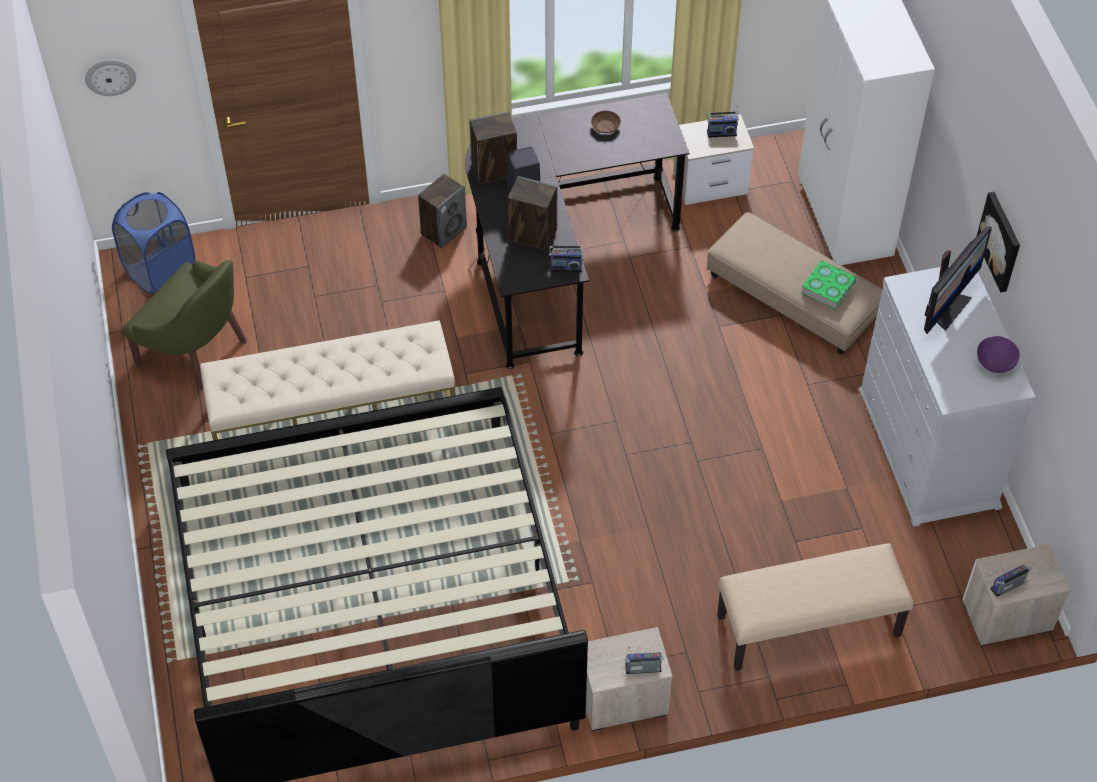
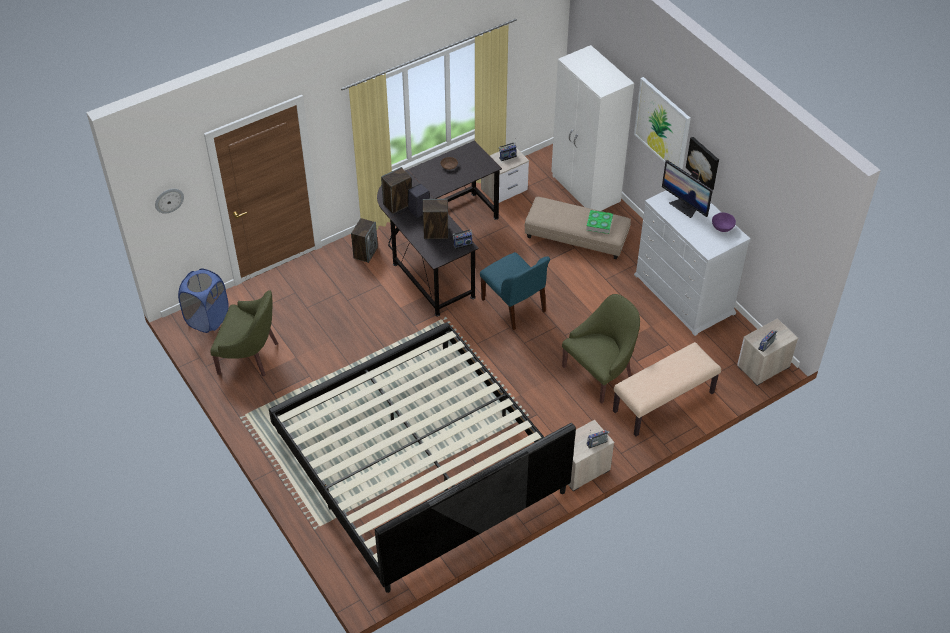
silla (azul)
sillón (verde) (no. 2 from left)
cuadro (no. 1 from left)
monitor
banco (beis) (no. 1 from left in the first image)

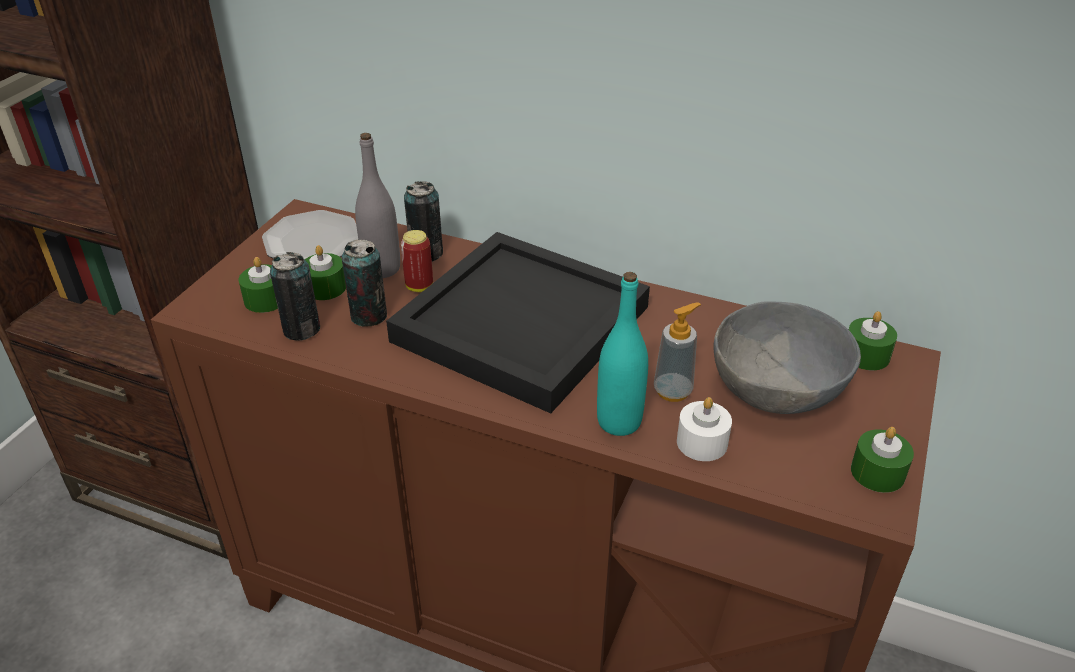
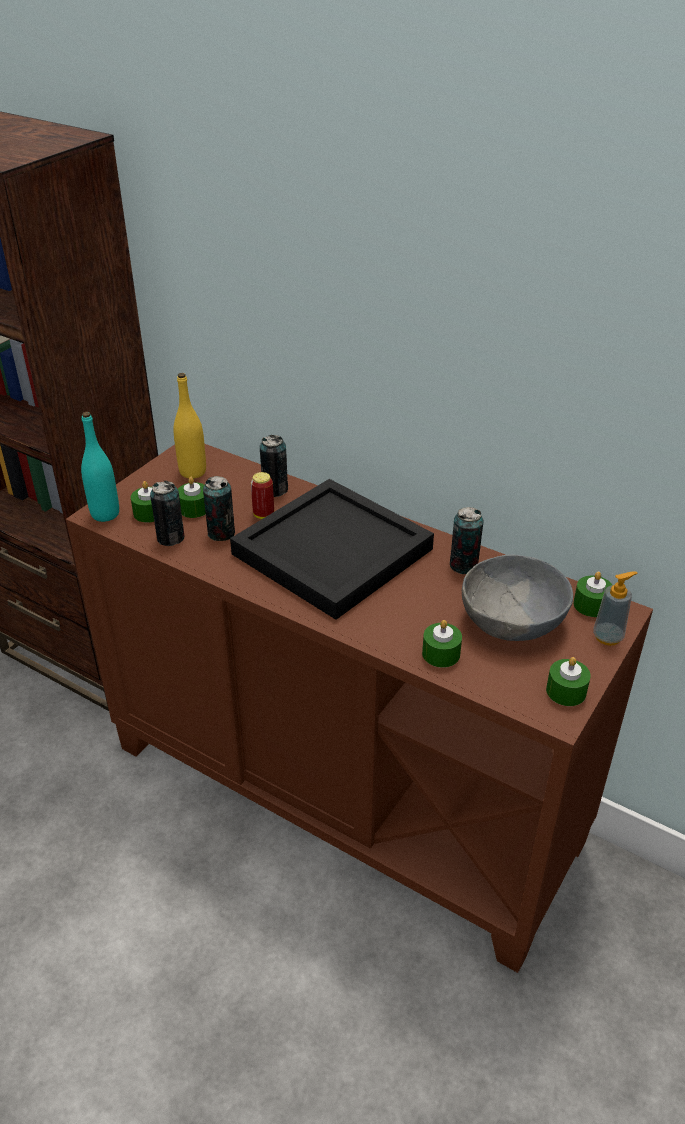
botella (turquesa)
botella (amarillo)
vela (verde) (no. 3 from left)
lata (no. 5 from left)
dispensador de jabón
botella (gris)

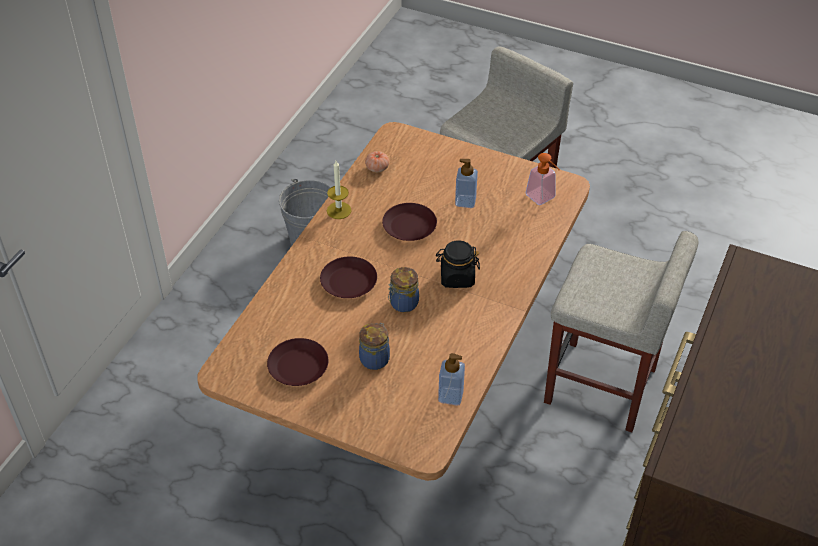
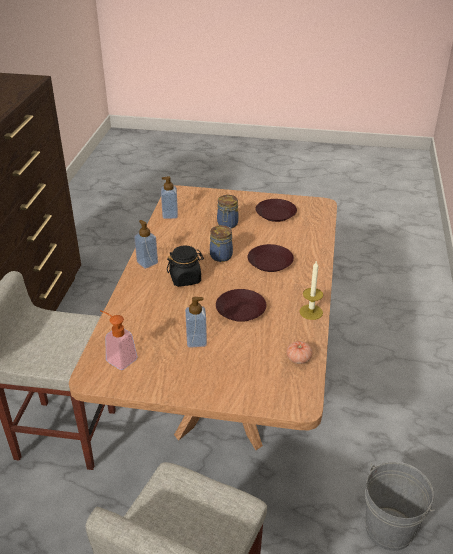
dispensador de jabón (no. 2 from left)

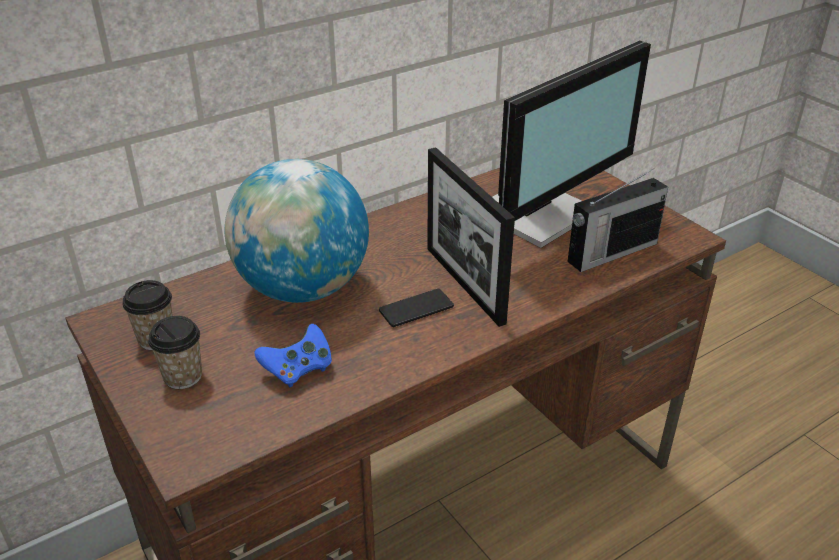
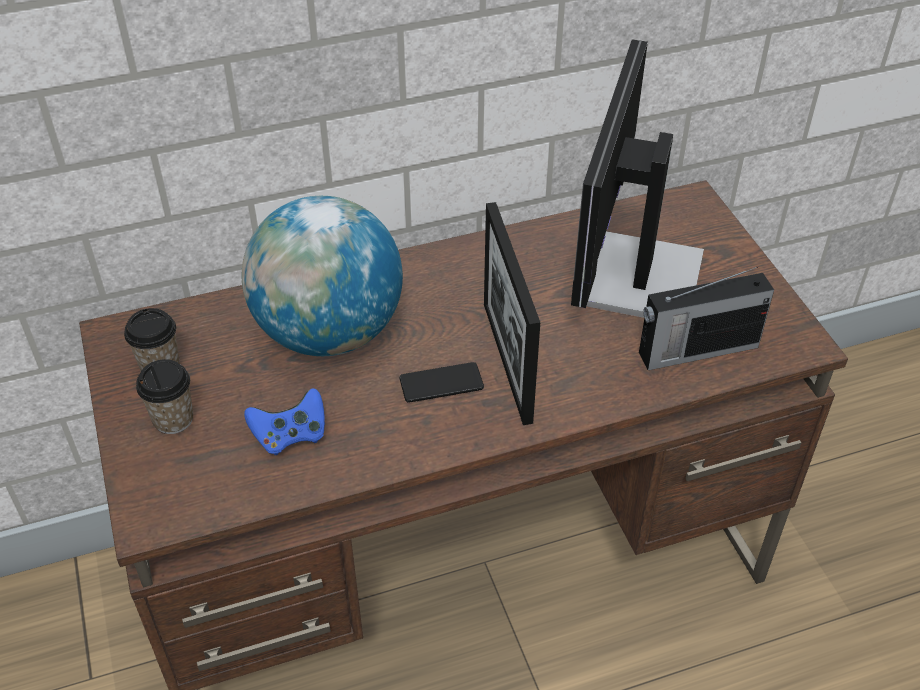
monitor

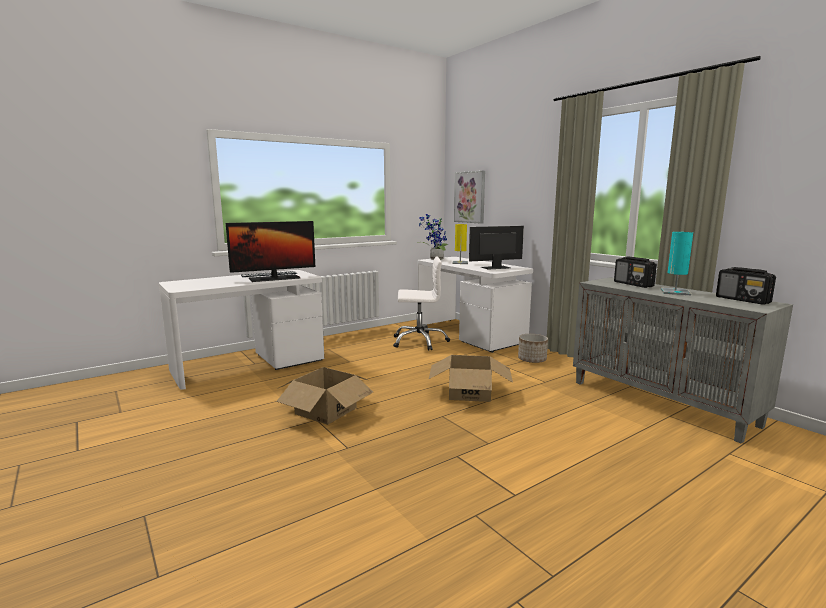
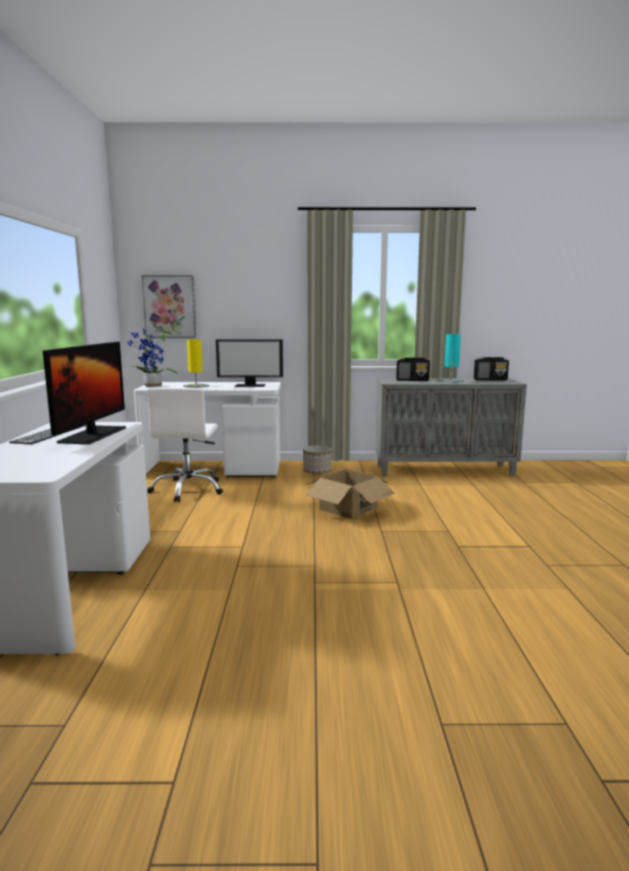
silla de oficina (blanco)
monitor (no. 2 from left)
caja de cartón (no. 1 from left in the first image)

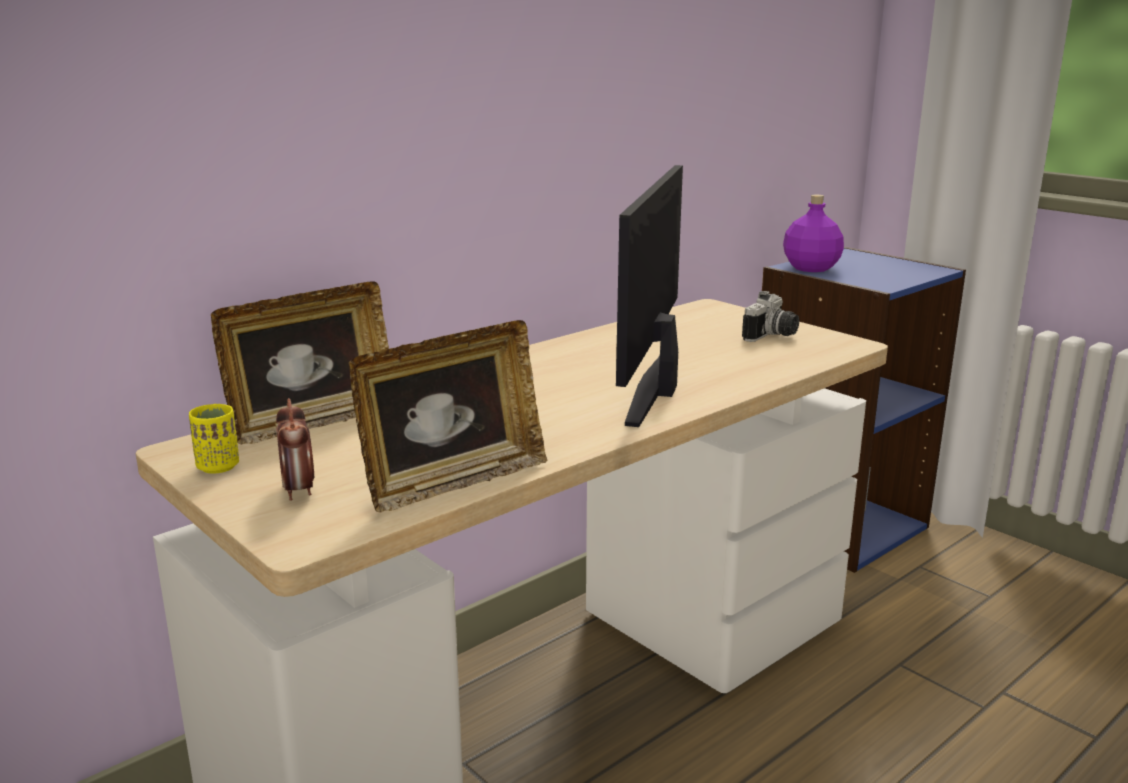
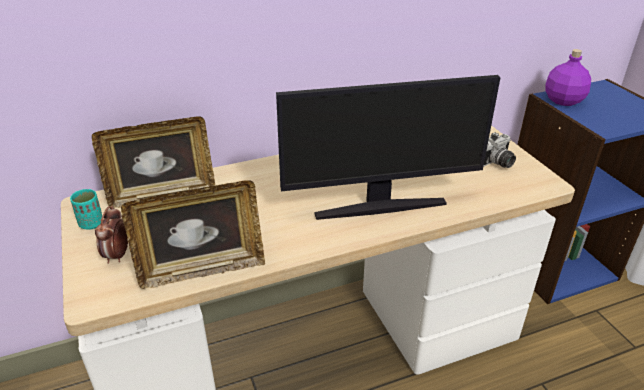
taza (turquesa)
monitor

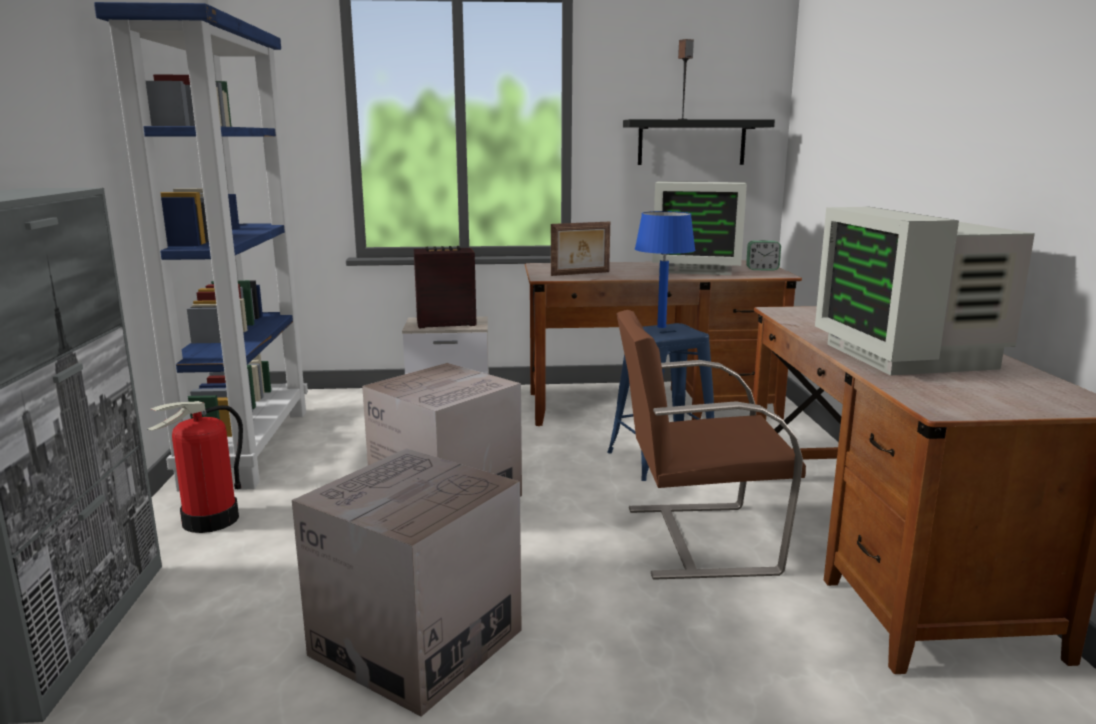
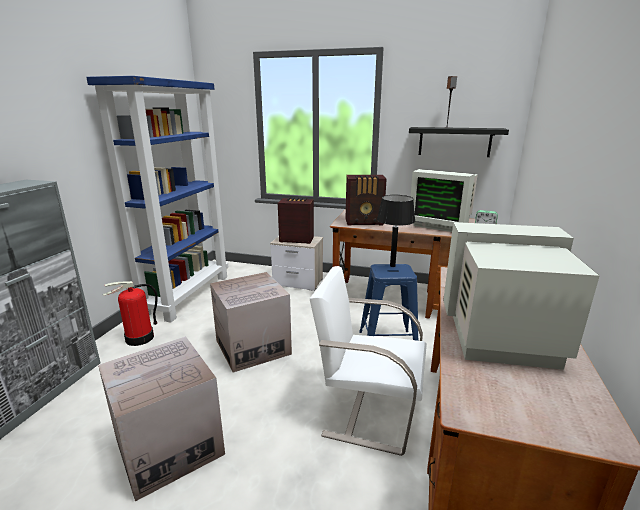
silla (blanco)
radio (no. 2 from left)
lámpara de mesa (negro)
monitor (no. 2 from left)

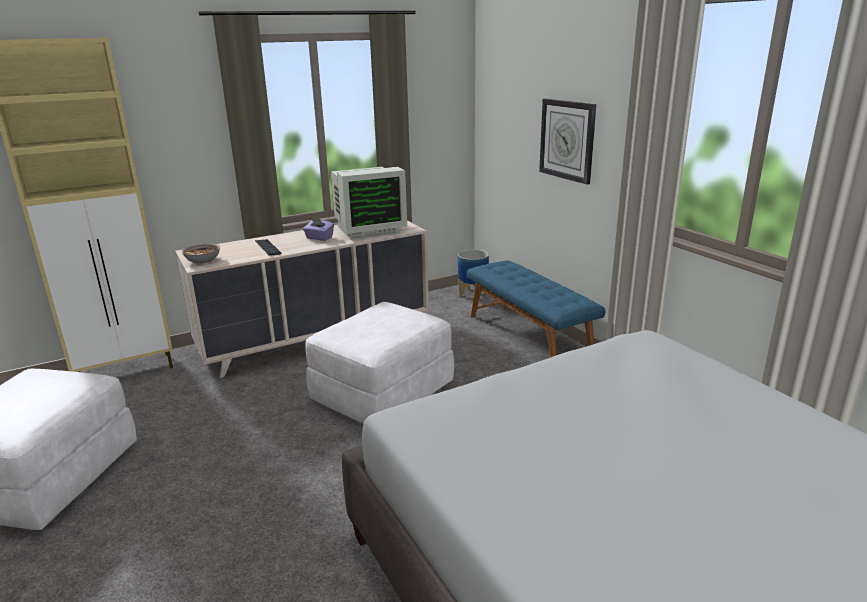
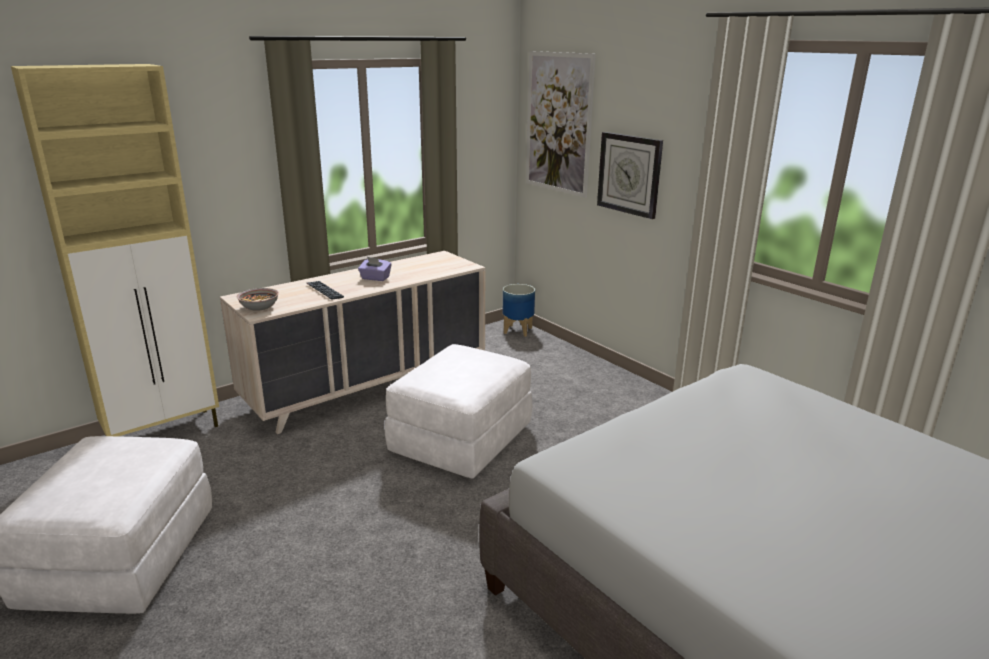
cuadro
monitor
banco (azul)

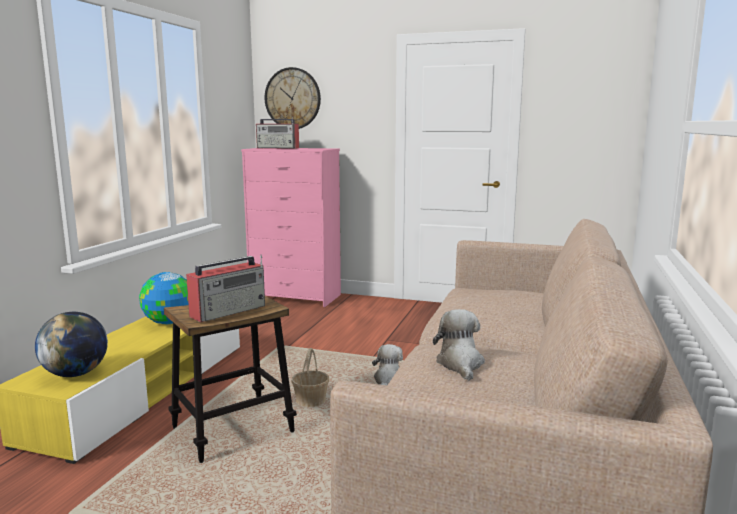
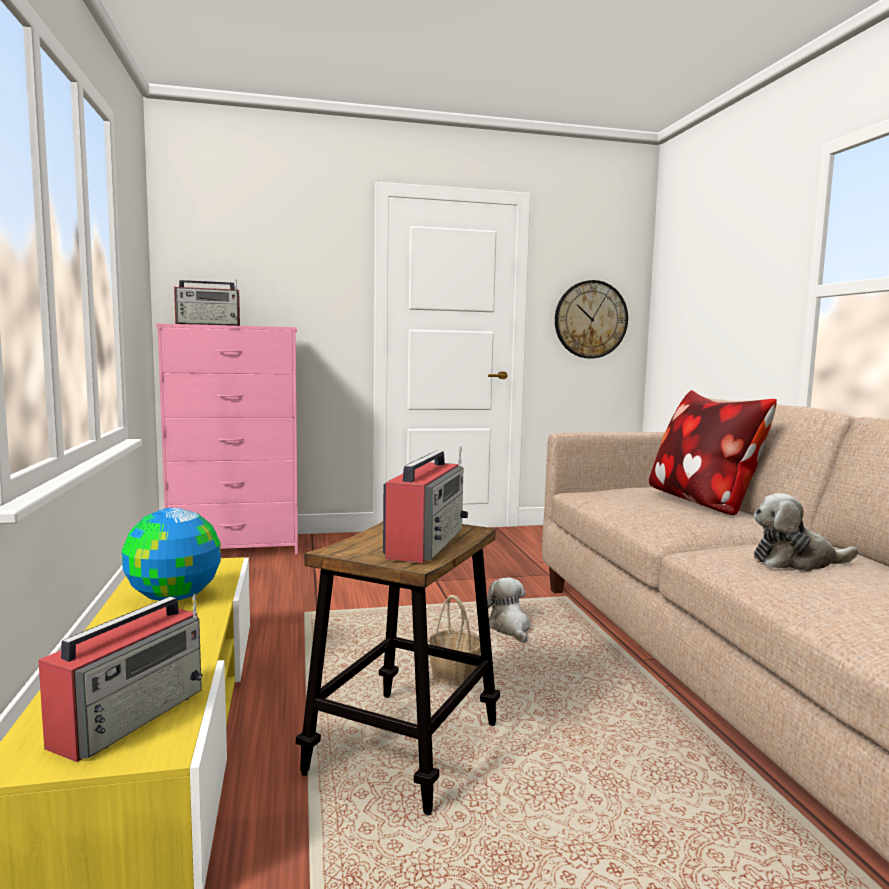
radio (no. 1 from left)
reloj de pared
cojín
peluche (no. 2 from left)

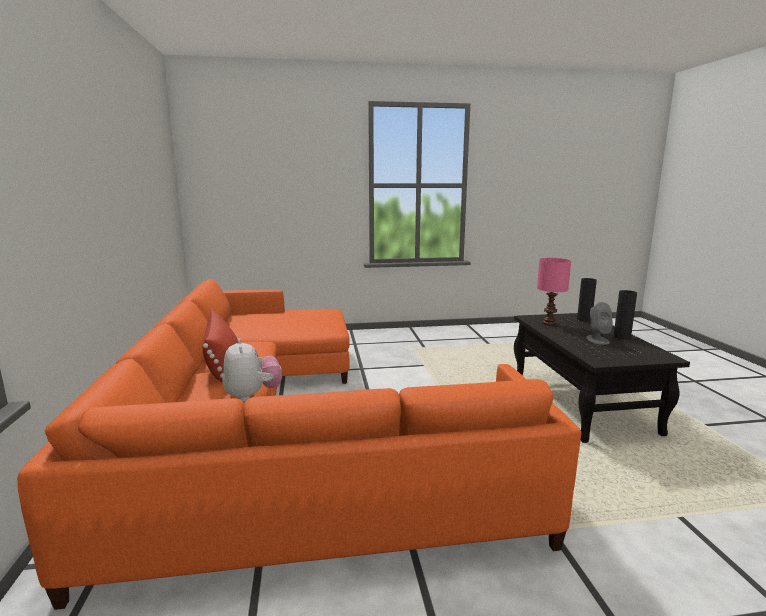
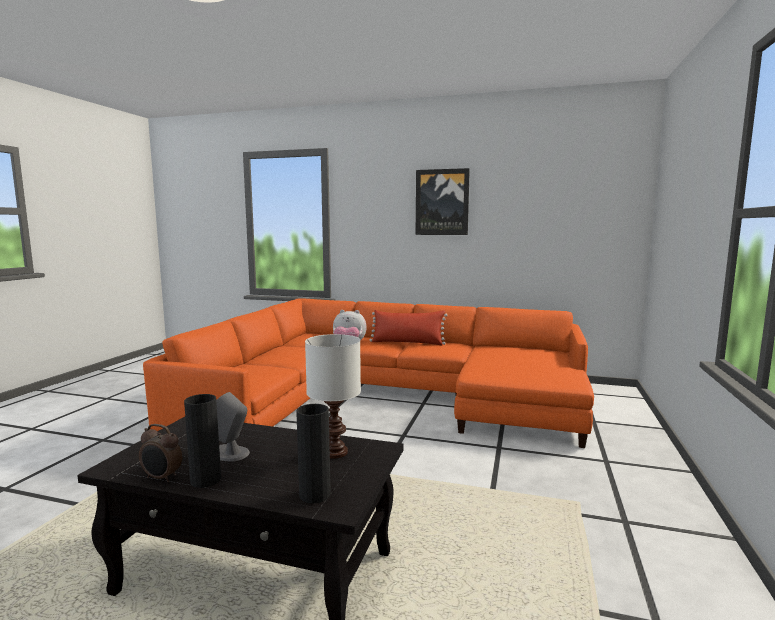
despertador
lámpara de mesa (blanco)
cuadro

